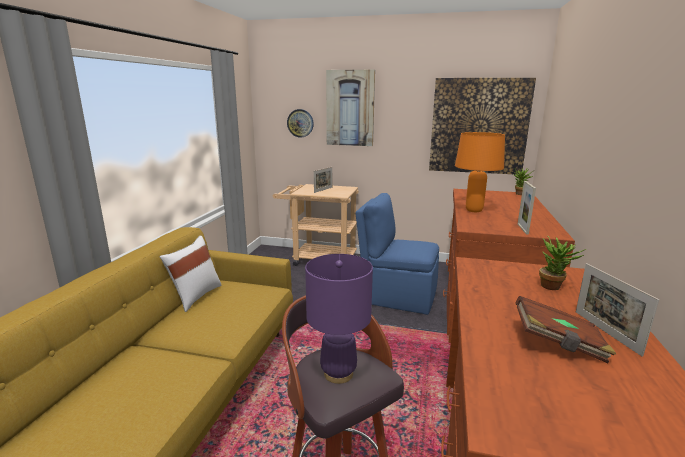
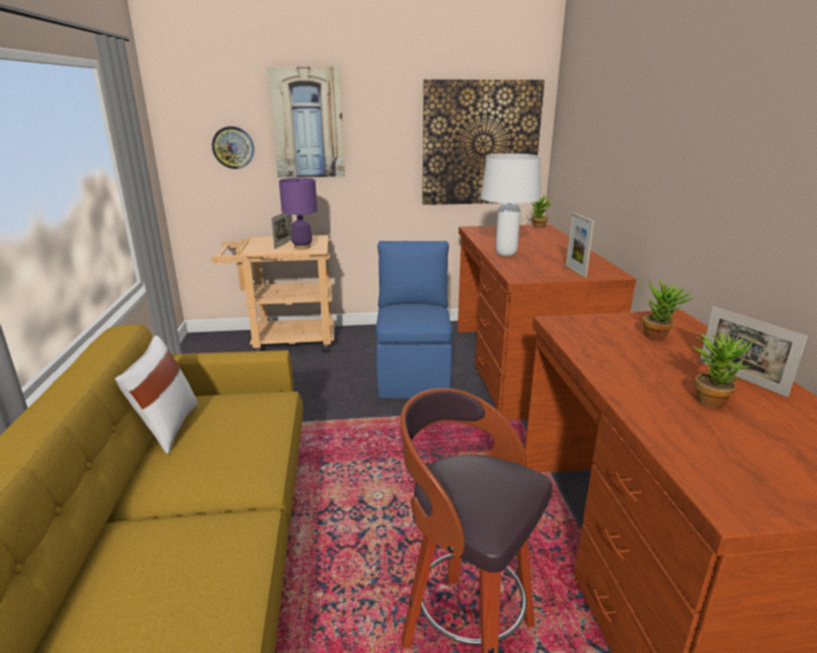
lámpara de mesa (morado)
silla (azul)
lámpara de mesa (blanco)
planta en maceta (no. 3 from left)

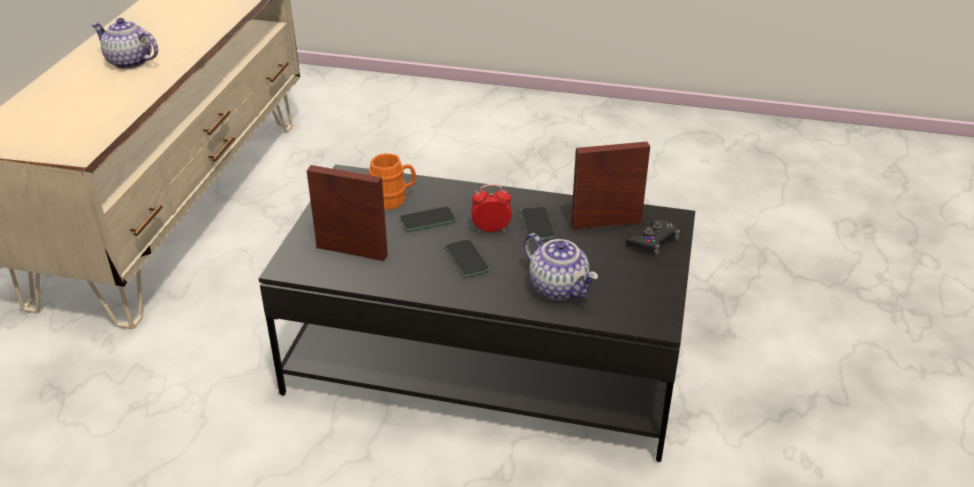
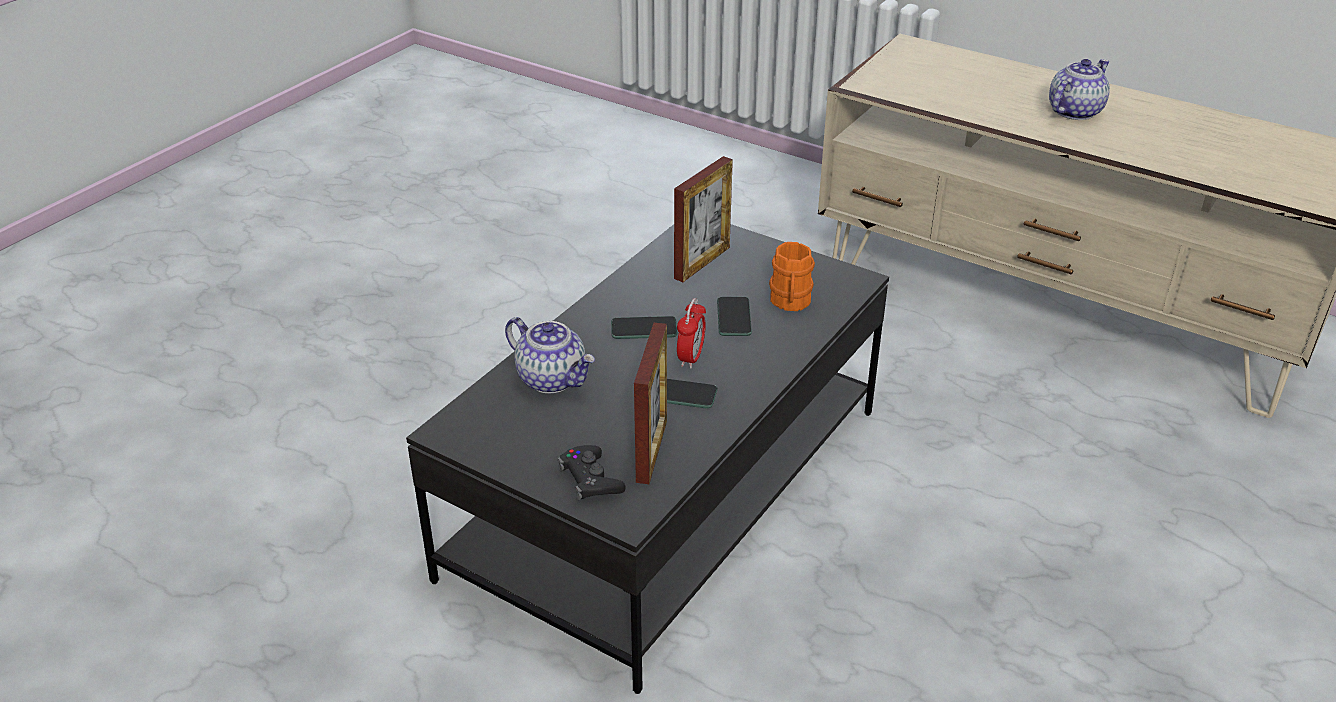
tetera (no. 1 from left)

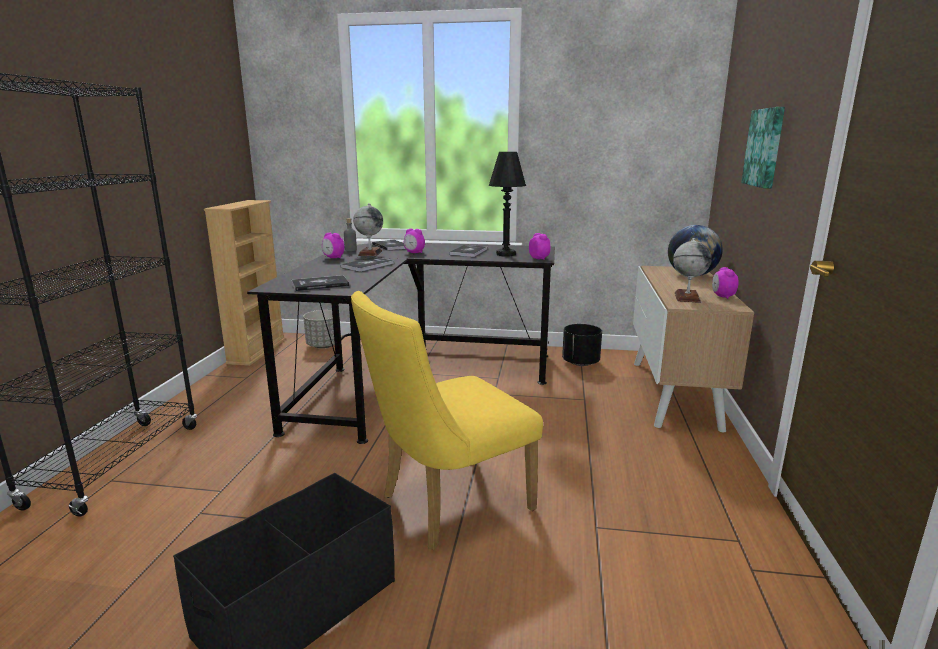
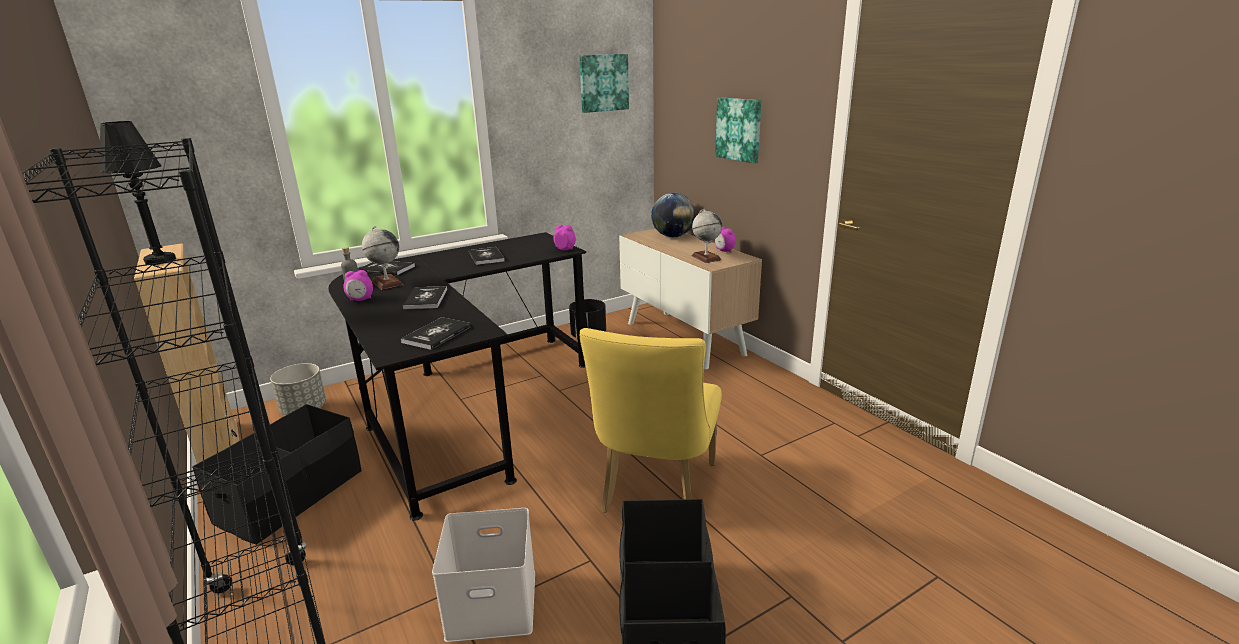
lámpara de mesa (negro)
caja de almacenaje (negro) (no. 1 from left)
caja de almacenaje (blanco)
cuadro (no. 1 from left)
despertador (no. 2 from left in the first image)

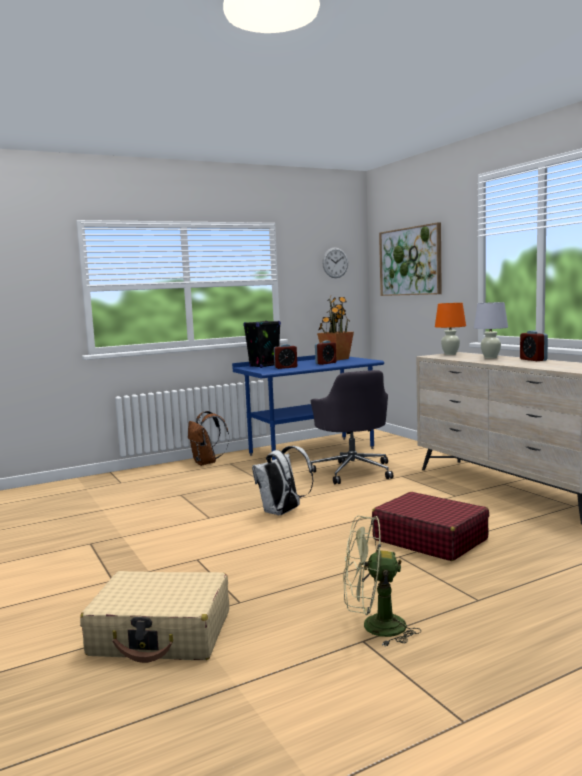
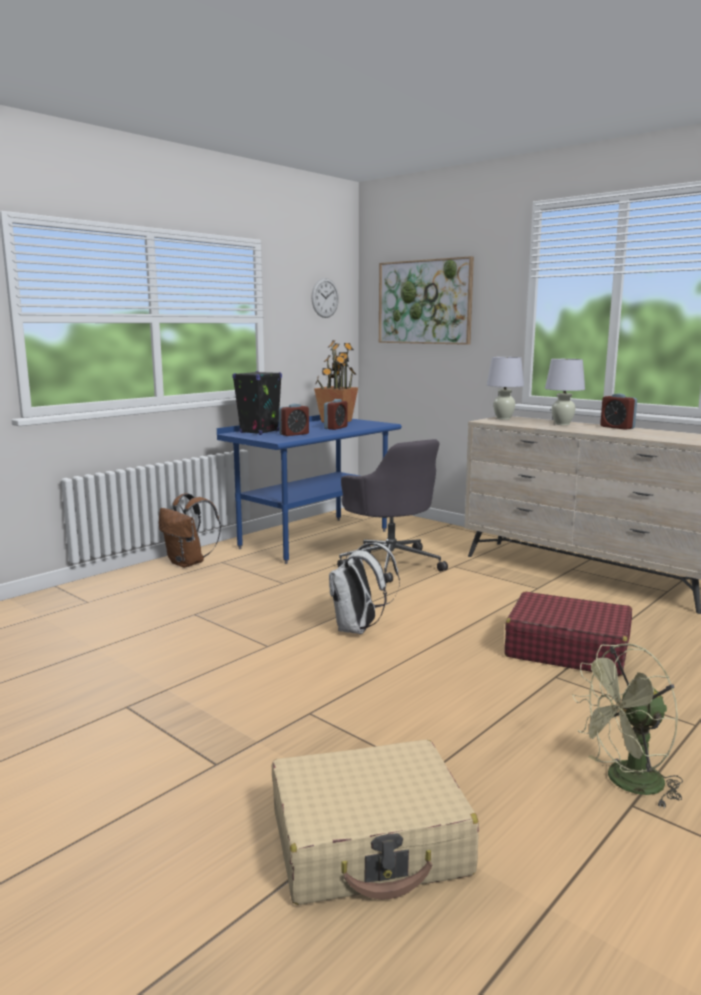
lámpara de mesa (blanco) (no. 1 from left)

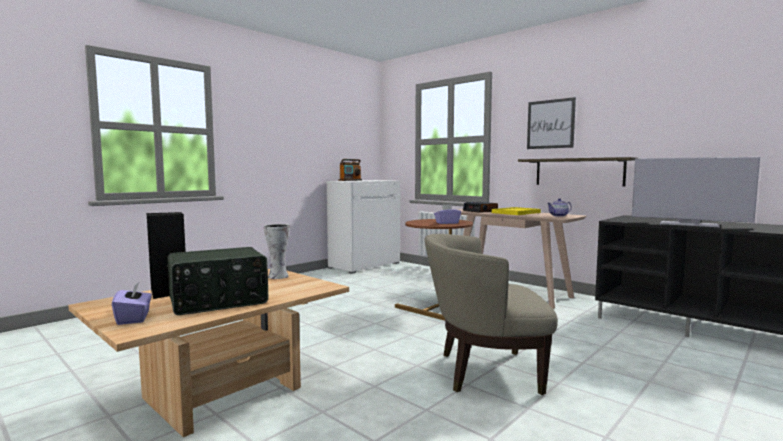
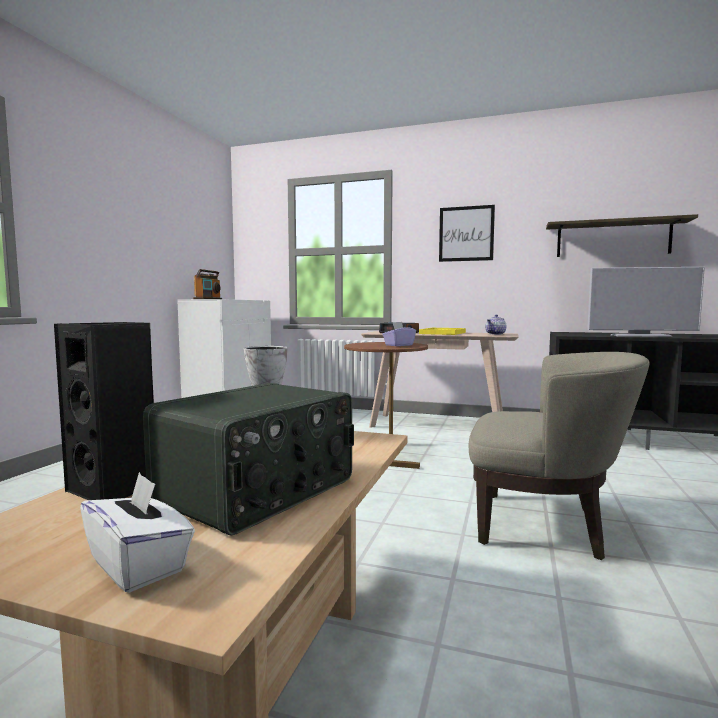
caja de pañuelos (blanco)
sillón (beis)
estante

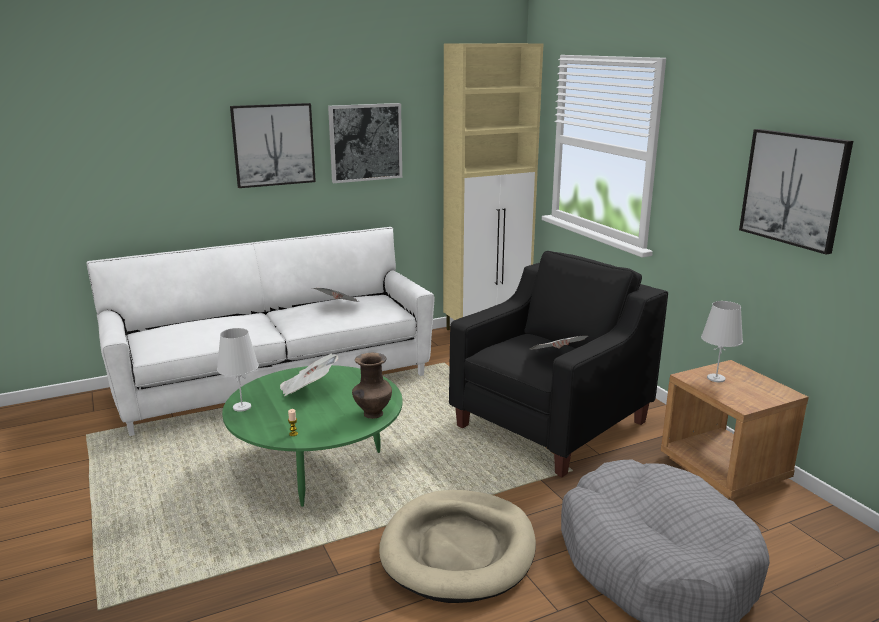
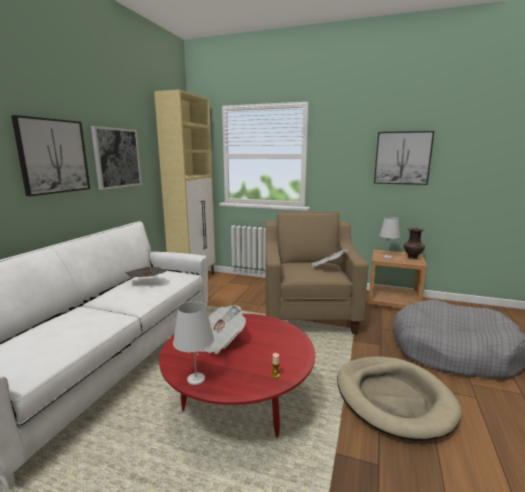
mesa de centro (rojo)
sillón (beis)
florero (marrón)

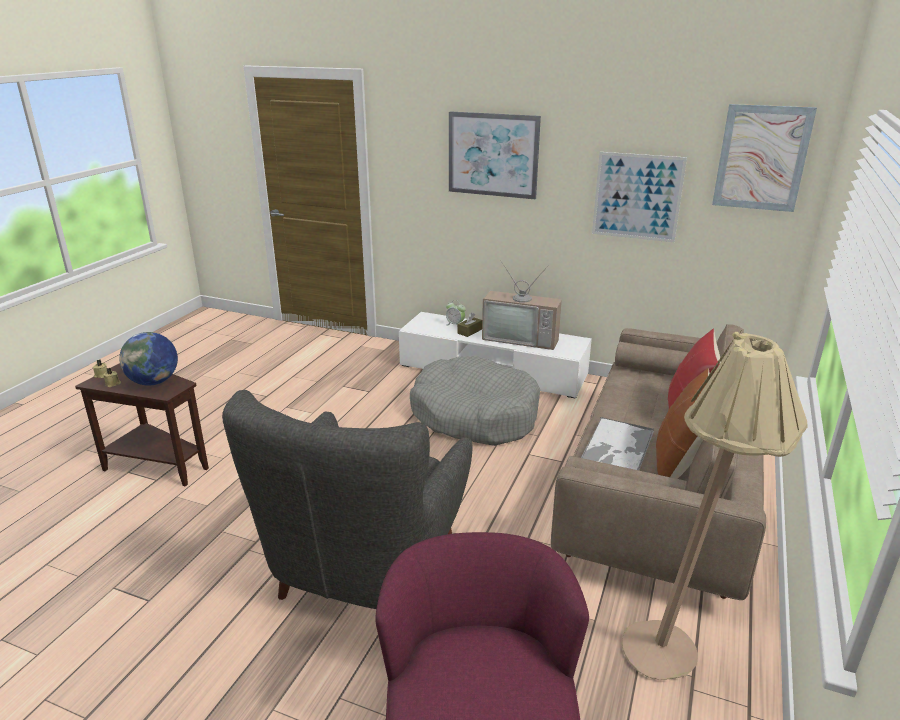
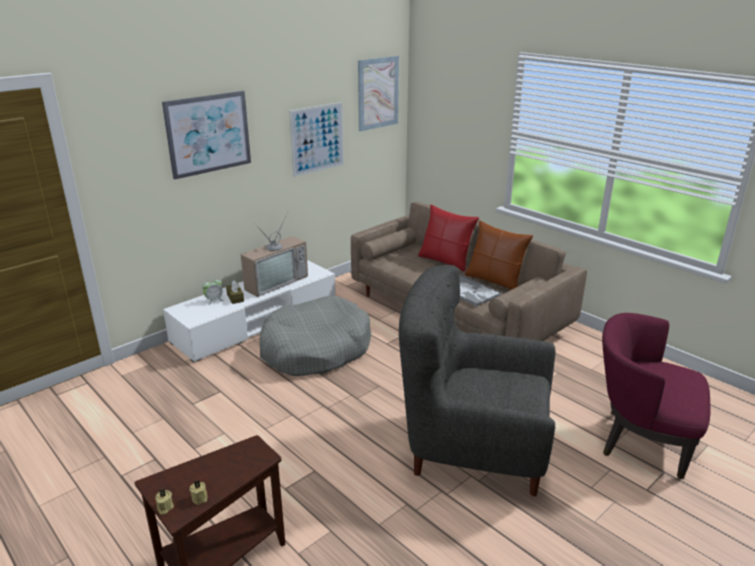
sillón (gris)
globo terráqueo
lámpara de pie (beis)

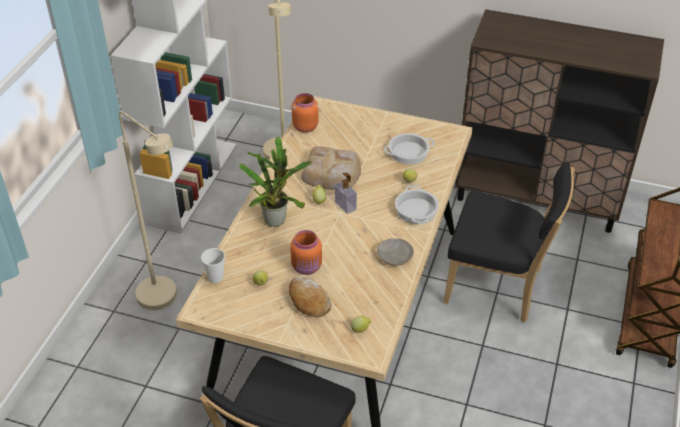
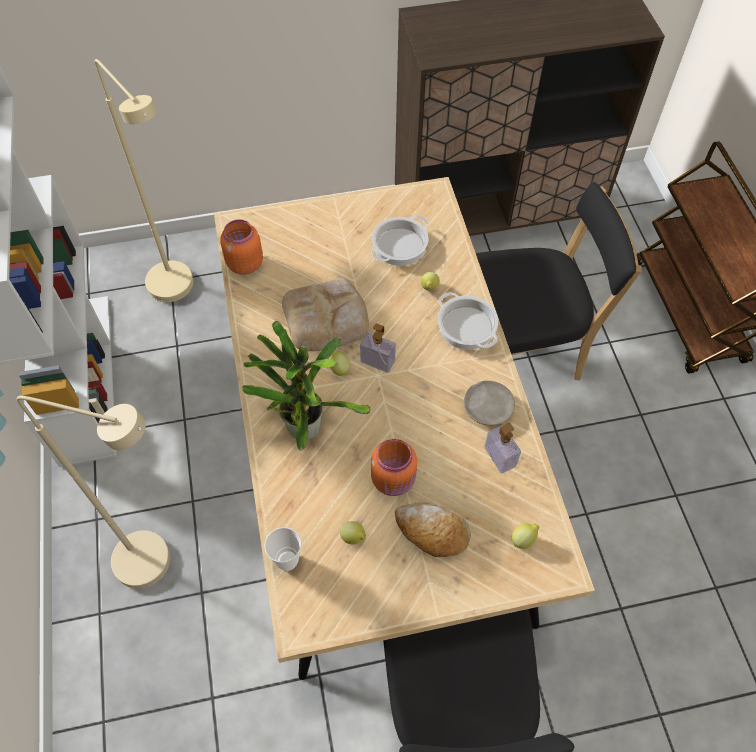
dispensador de jabón (no. 2 from left)

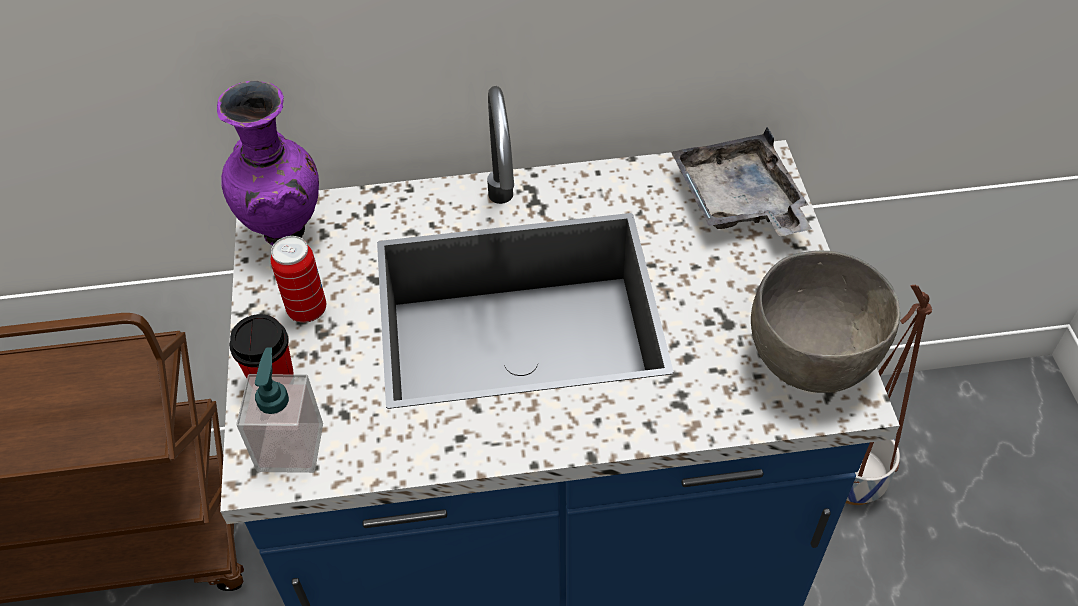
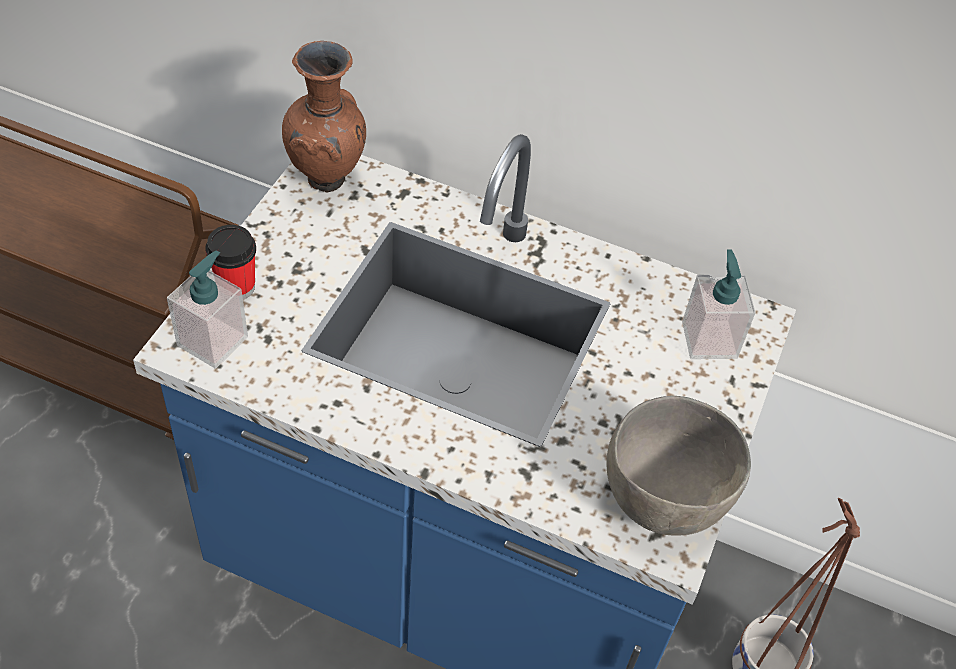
florero (marrón)
dispensador de jabón (no. 2 from left)
lata

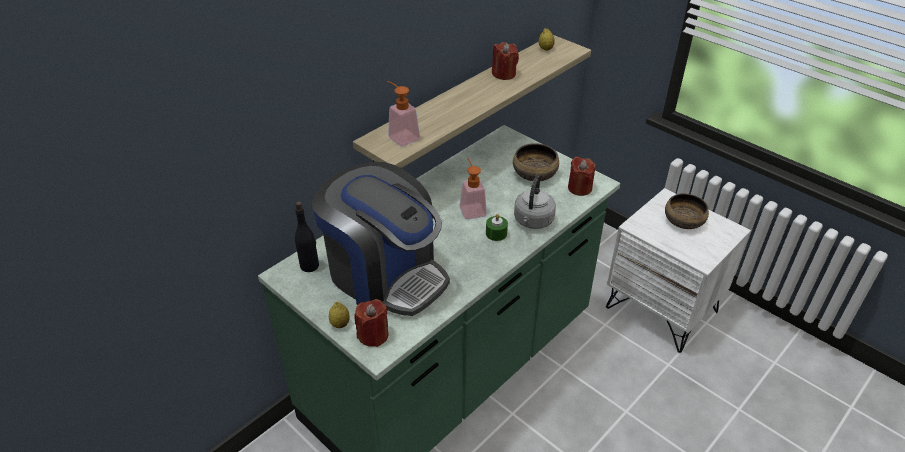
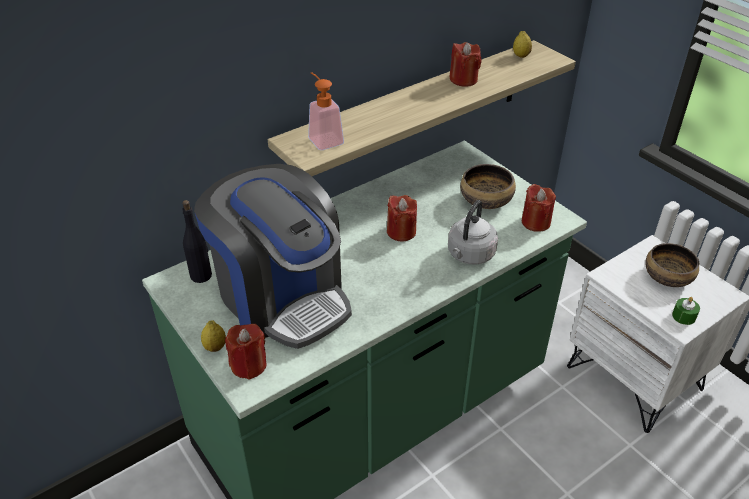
vela (rojo) (no. 2 from left)
vela (verde)

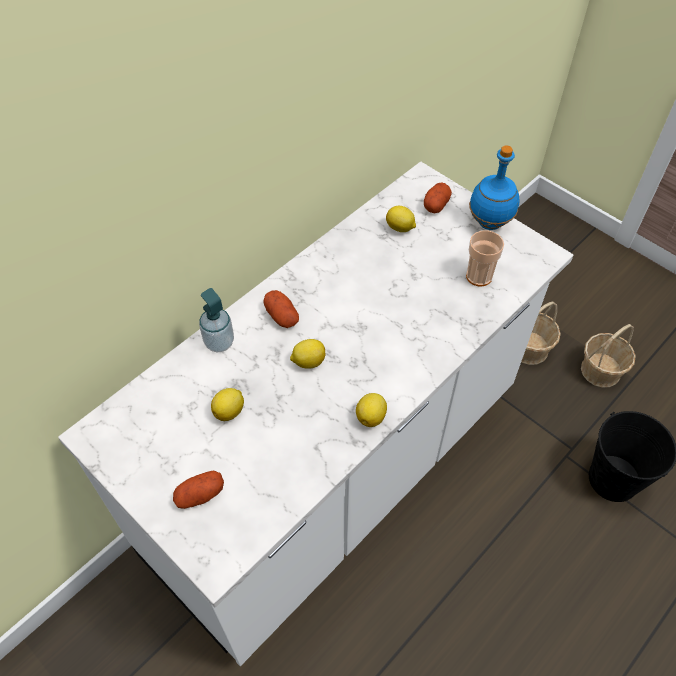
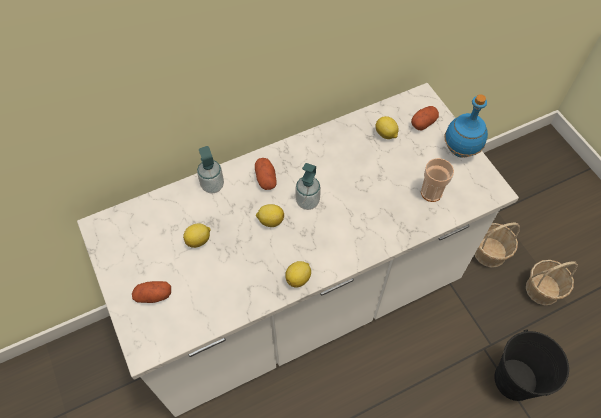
dispensador de jabón (no. 2 from left)

